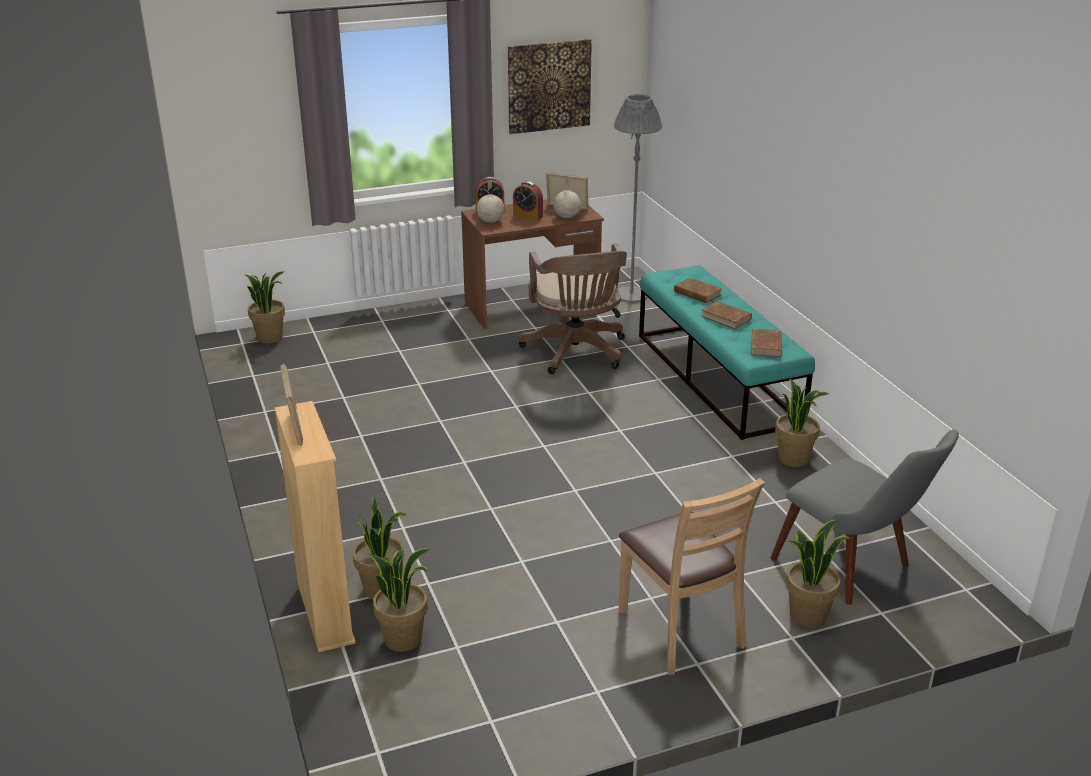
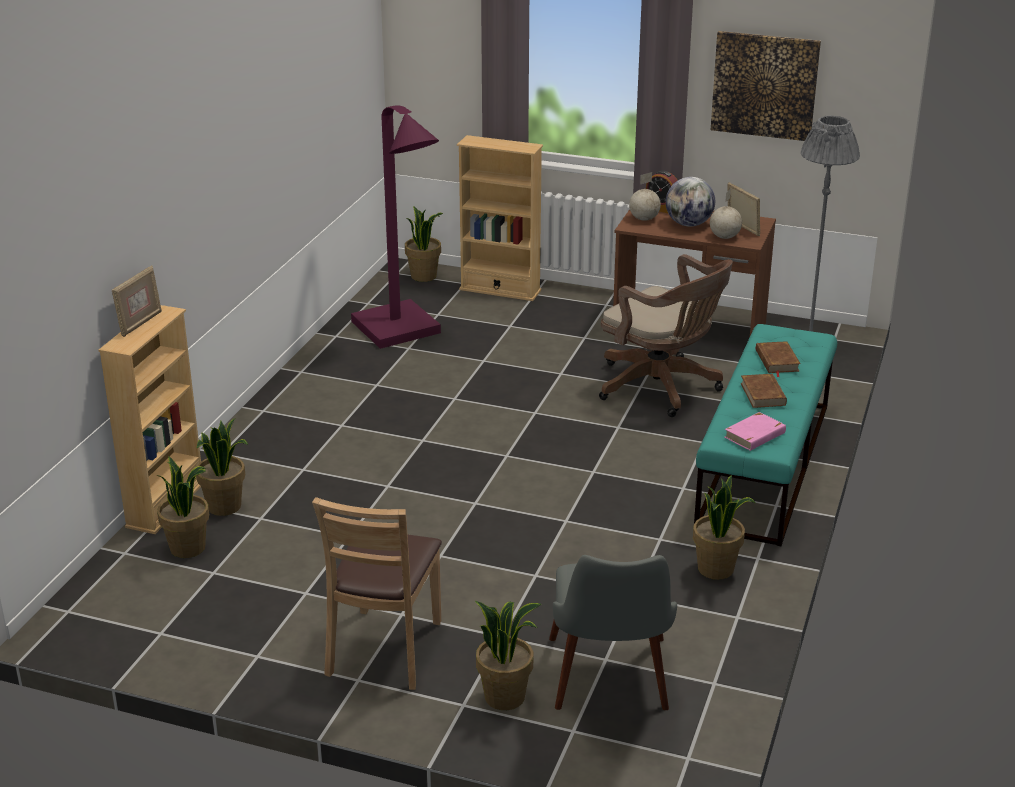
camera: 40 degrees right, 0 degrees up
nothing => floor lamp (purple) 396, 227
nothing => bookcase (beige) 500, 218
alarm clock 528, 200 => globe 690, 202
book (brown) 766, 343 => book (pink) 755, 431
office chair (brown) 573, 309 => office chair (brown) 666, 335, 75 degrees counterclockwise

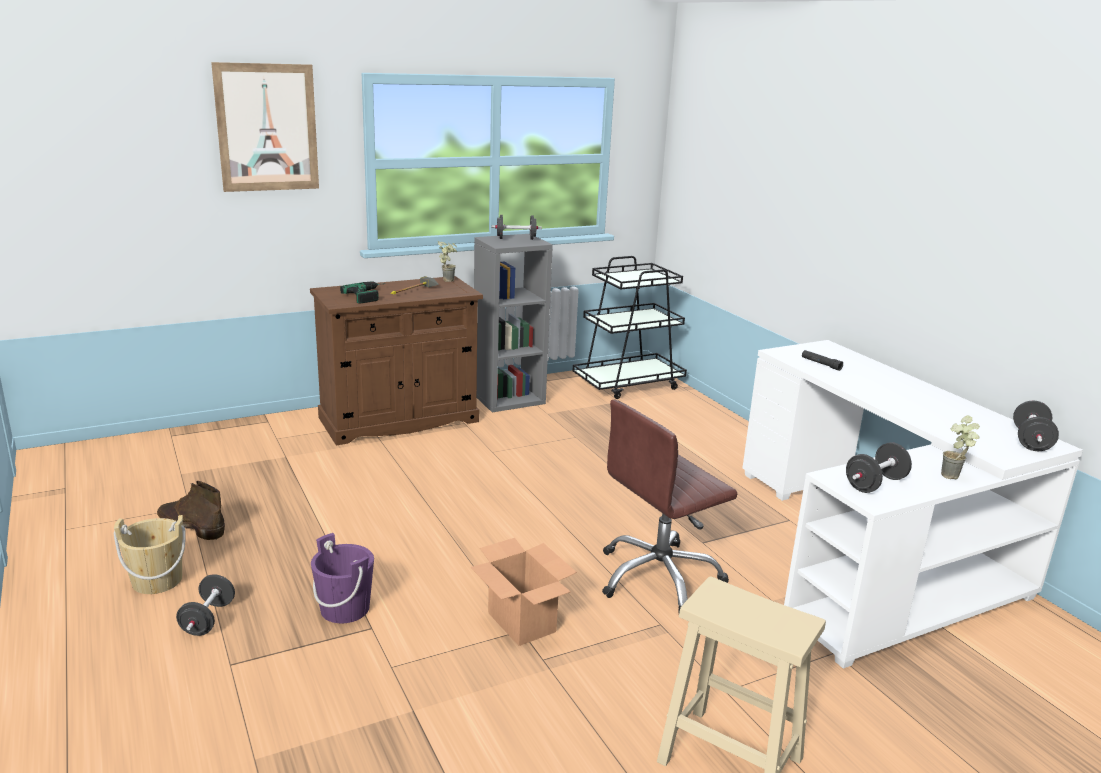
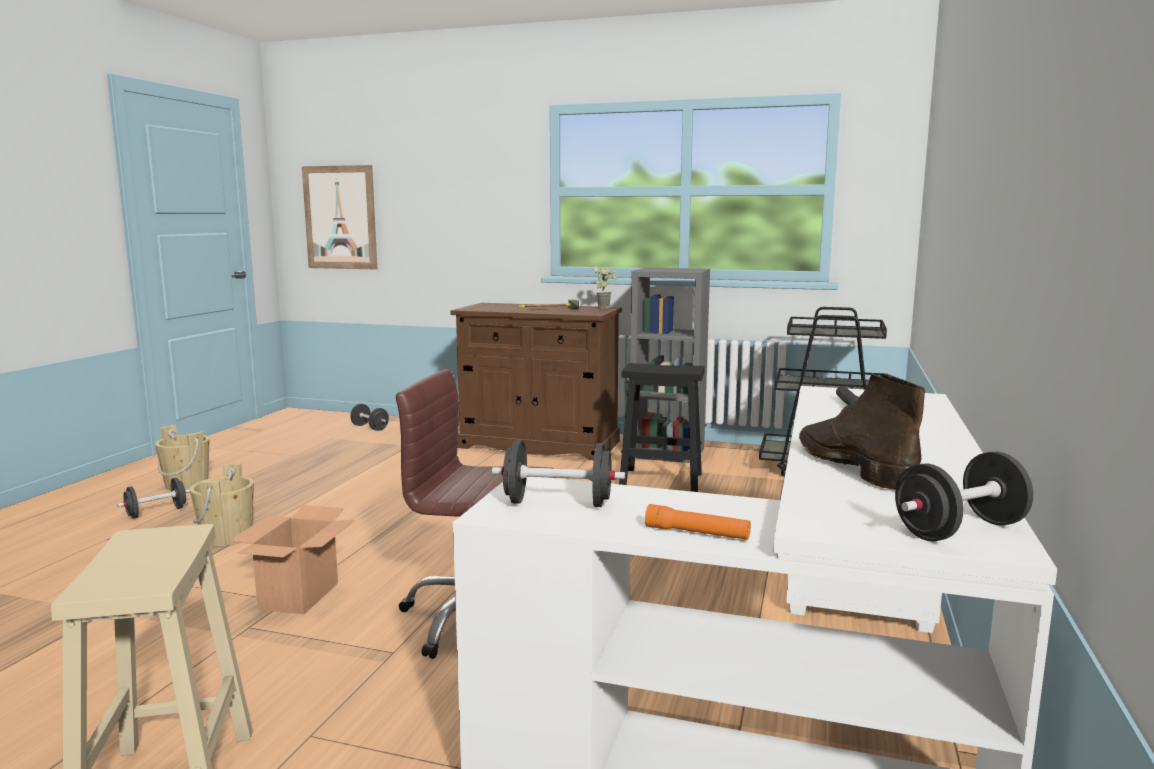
camera: 45 degrees right, 10 degrees down
power drill 363, 292 => nothing
nothing => stool (black) 662, 427
boot (brown) 191, 510 => boot (brown) 862, 431, shifted
picture 265, 127 => picture 339, 217, shifted
dumbbell (black) 516, 227 => dumbbell (black) 369, 417, shifted
potted plant 960, 447 => flashlight (orange) 698, 522
bucket (purple) 342, 578 => bucket (beige) 222, 505

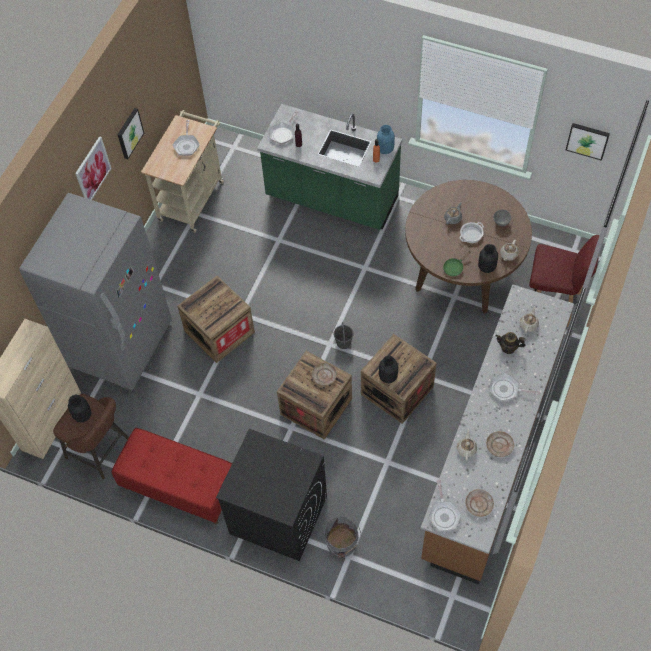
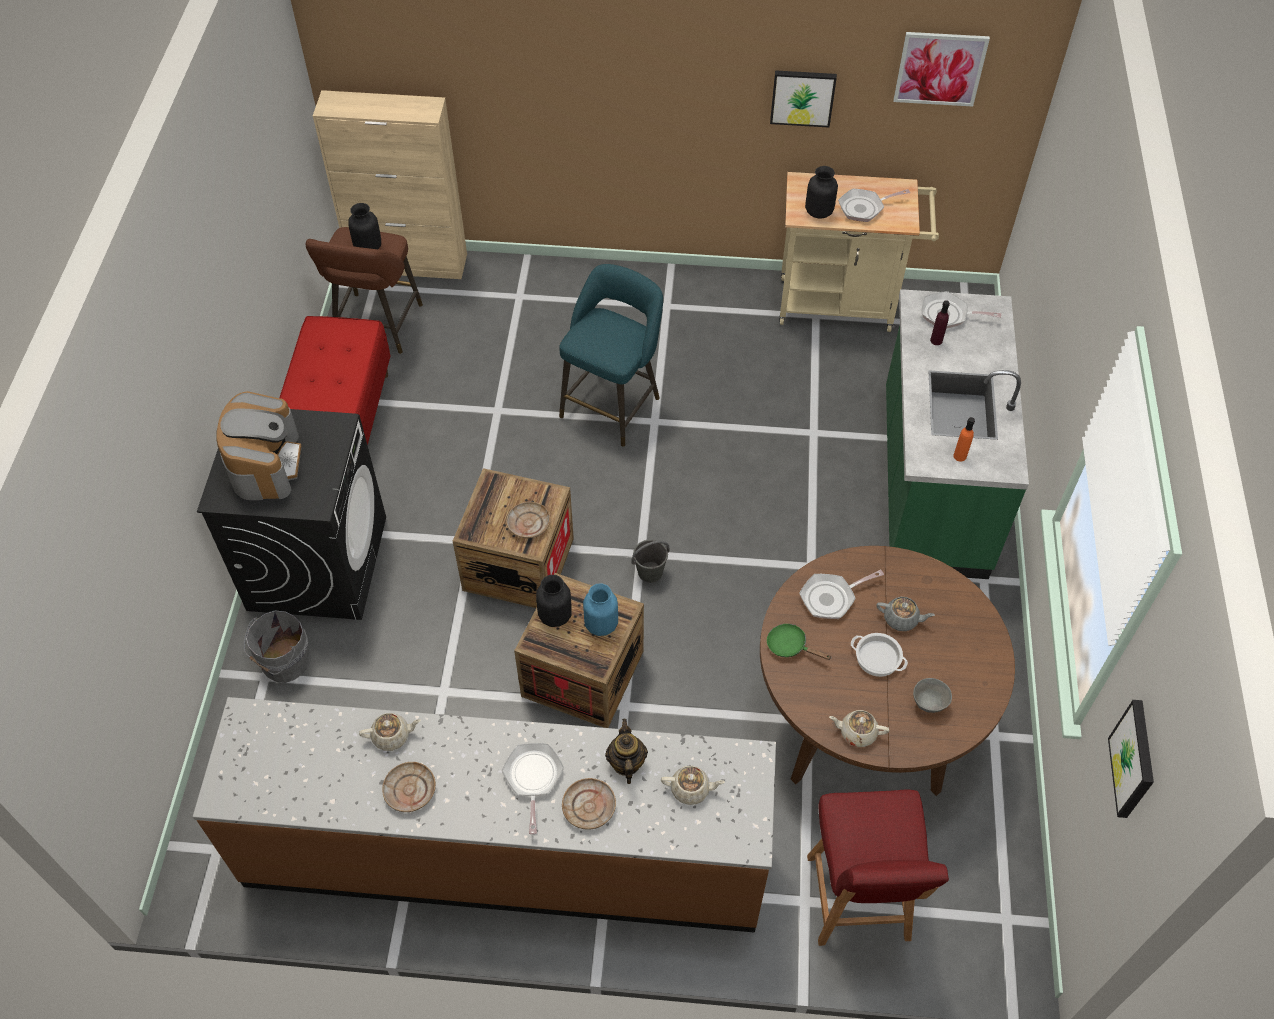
camera: 70 degrees right, 5 degrees down
fridge (grey) 95, 292 => nothing
nothing => coffee machine 258, 445
picture 93, 168 => picture 941, 69, shifted
vase (blue) 386, 139 => vase (blue) 600, 609, shifted
frying pan 444, 505 => frying pan 841, 594, shifted
plate (beige) 479, 503 => plate (beige) 589, 804, shifted
vase (black) 488, 258 => vase (black) 821, 192, shifted
crate 216, 319 => stool (turquoise) 611, 355

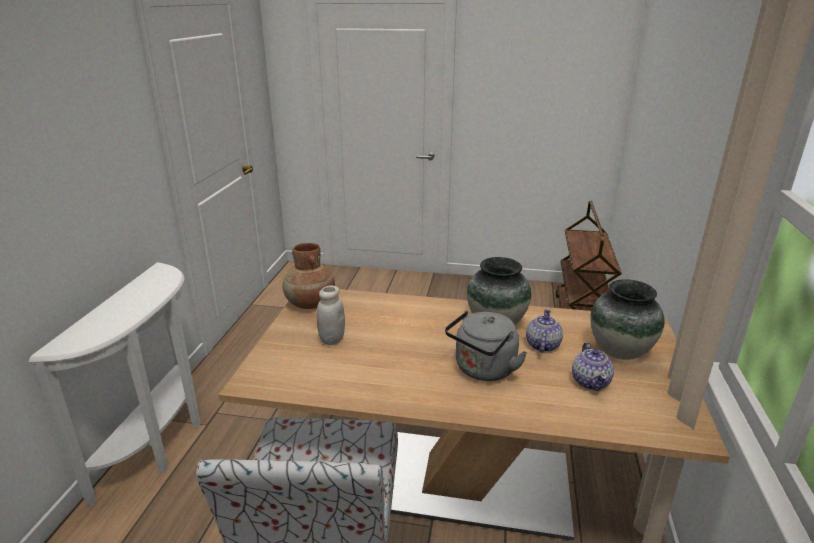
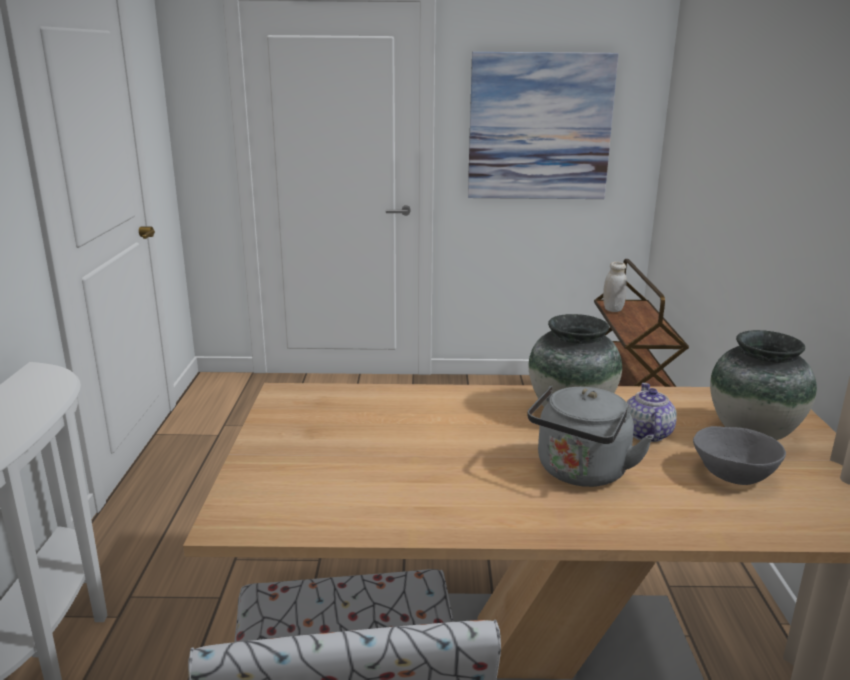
camera: 10 degrees left, 5 degrees down
vase (brown) 308, 276 => nothing
nothing => picture 543, 125
jar (white) 331, 315 => jar (white) 615, 287, shifted
teapot 593, 366 => bowl (grey) 739, 455

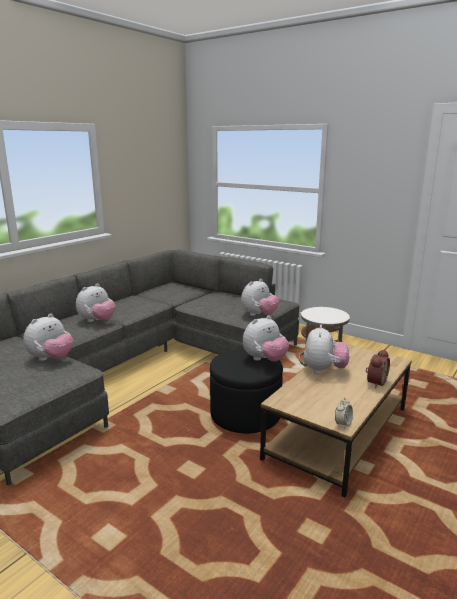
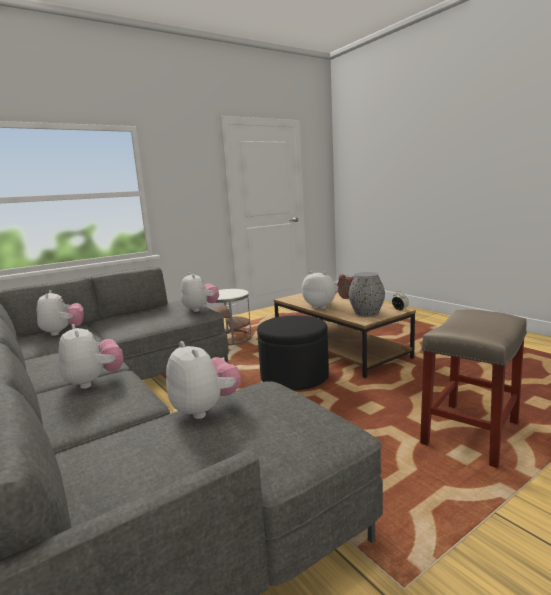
camera: 70 degrees left, 5 degrees down
nothing => vase (grey) 367, 294
nothing => stool (beige) 473, 389
plush toy 266, 338 => plush toy 60, 313, shifted

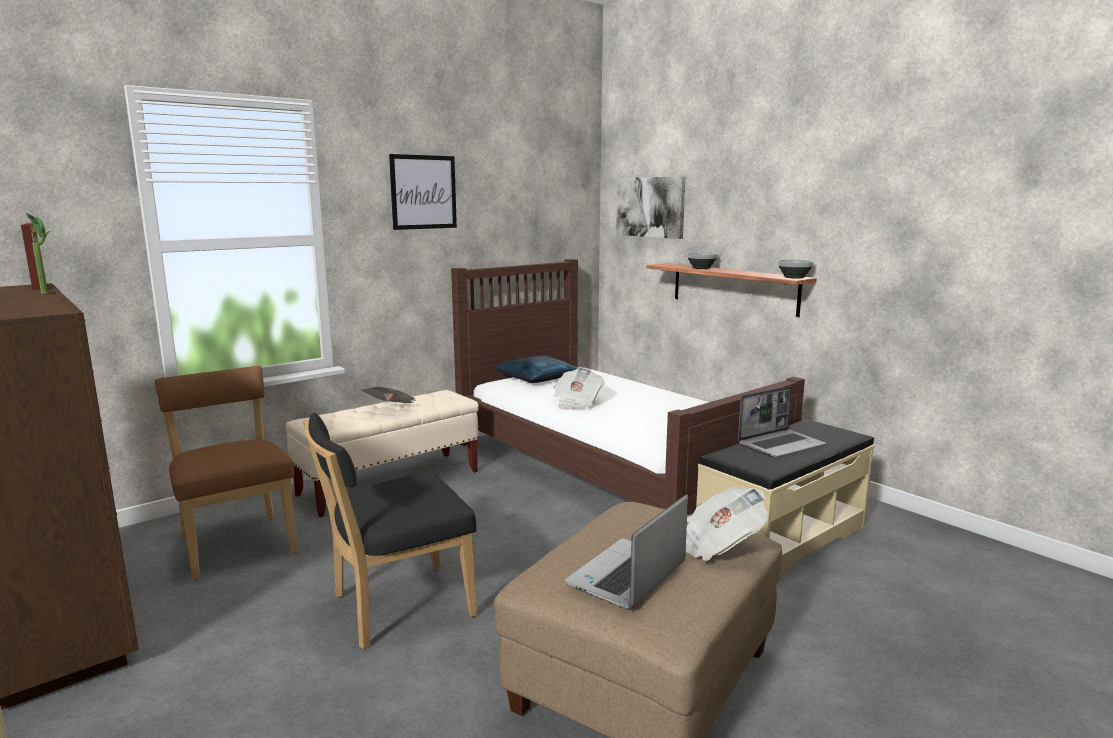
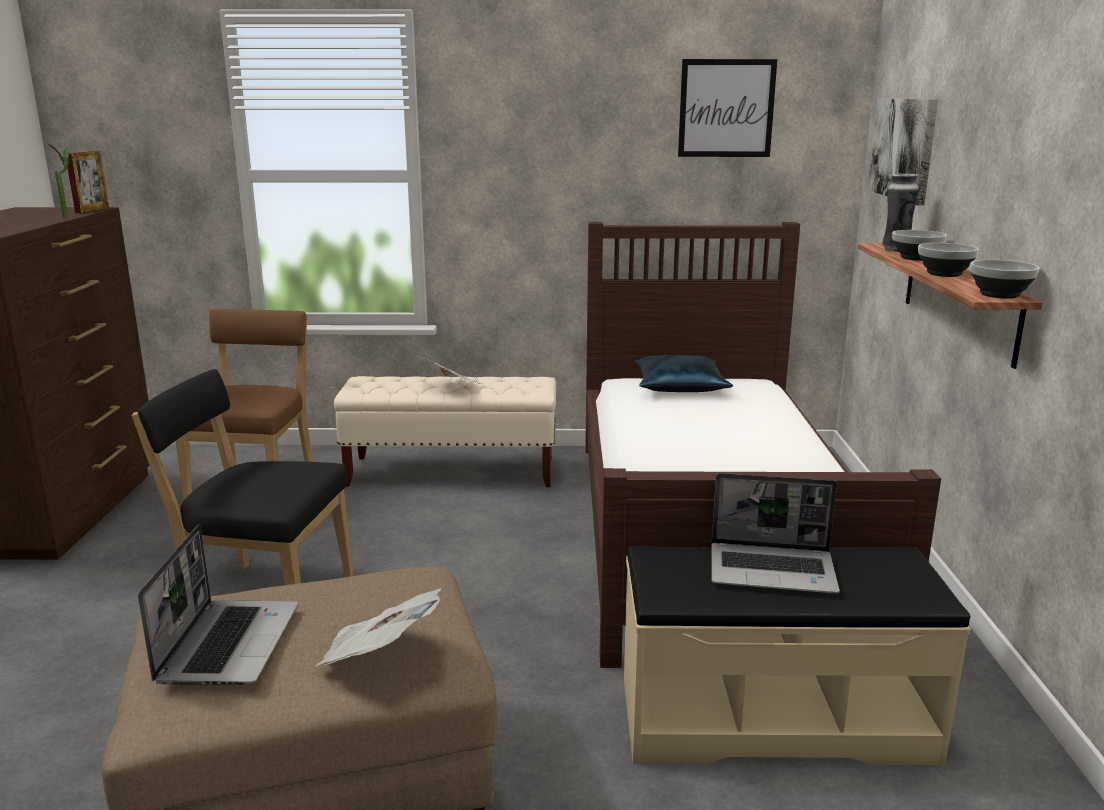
camera: 40 degrees right, 5 degrees up
newspaper 579, 389 => nothing
nothing => vase 900, 212
nothing => bowl 948, 260
picture 423, 192 => picture 727, 108, shifted
laptop 626, 551 => laptop 218, 604, 105 degrees clockwise

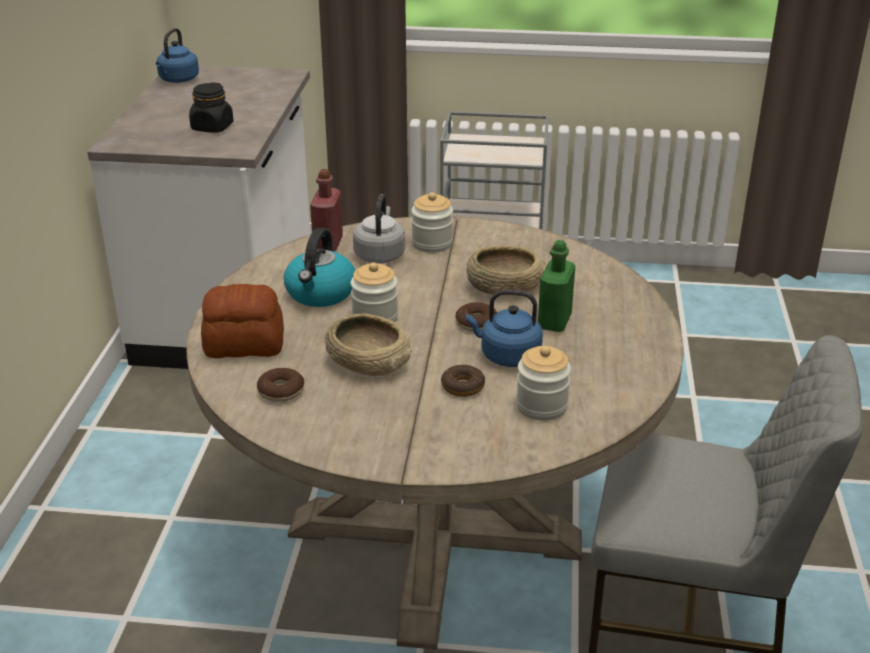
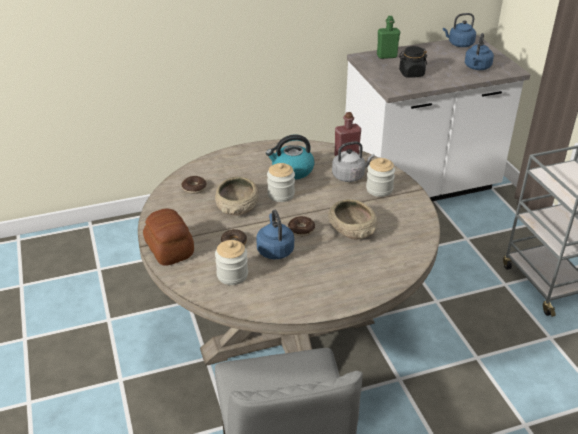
camera: 65 degrees right, 5 degrees up
nothing => kettle (blue) 479, 51
bread 242, 321 => bread 168, 237, shifted
bottle (green) 556, 286 => bottle (green) 388, 37, shifted

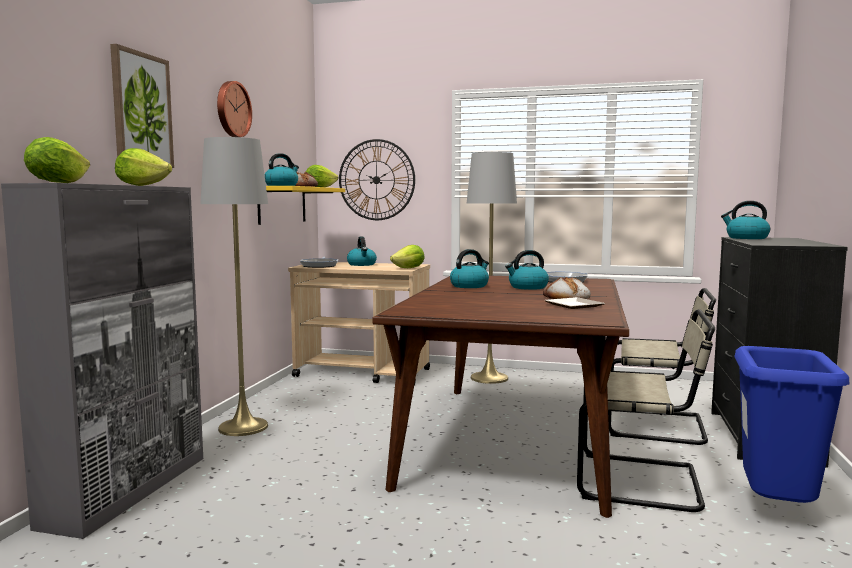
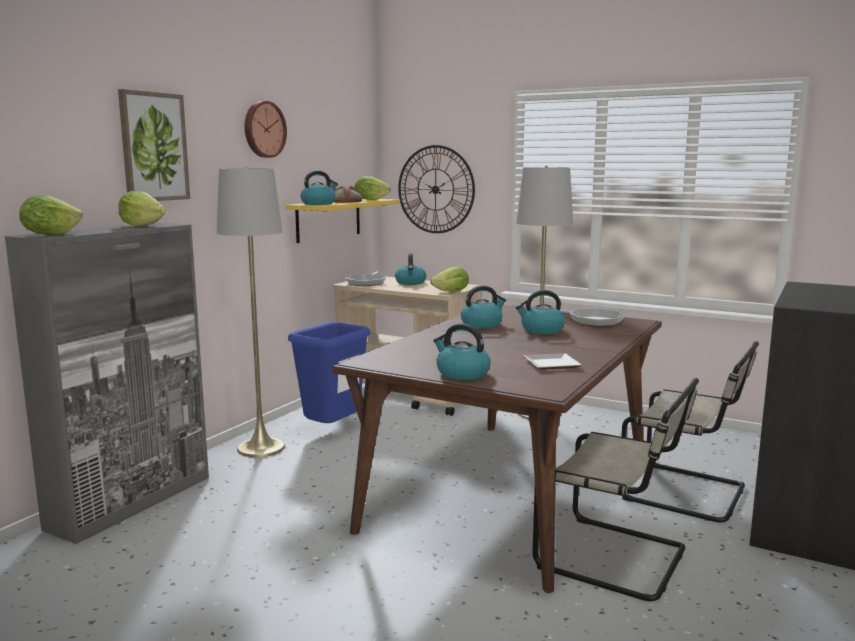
camera: 15 degrees right, 5 degrees up
bread 567, 288 => nothing
kettle 745, 220 => kettle 462, 351, shifted
trash can (blue) 791, 424 => trash can (blue) 329, 372, shifted

